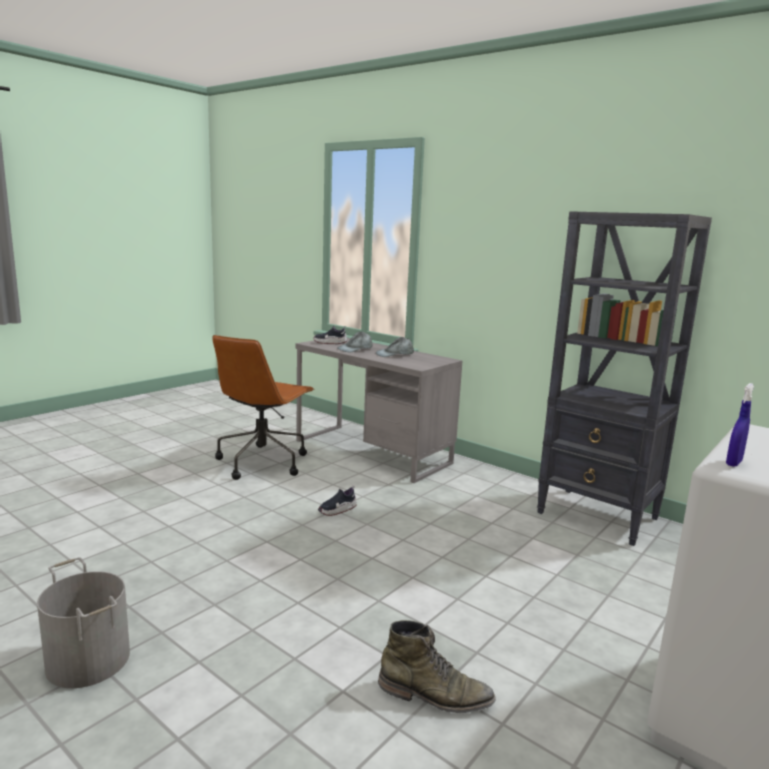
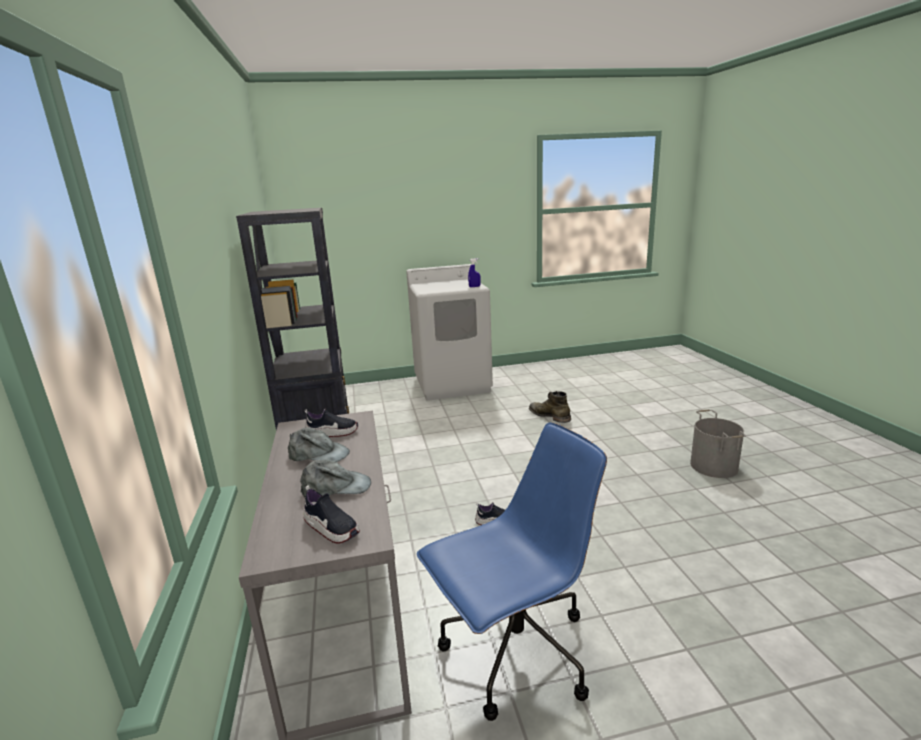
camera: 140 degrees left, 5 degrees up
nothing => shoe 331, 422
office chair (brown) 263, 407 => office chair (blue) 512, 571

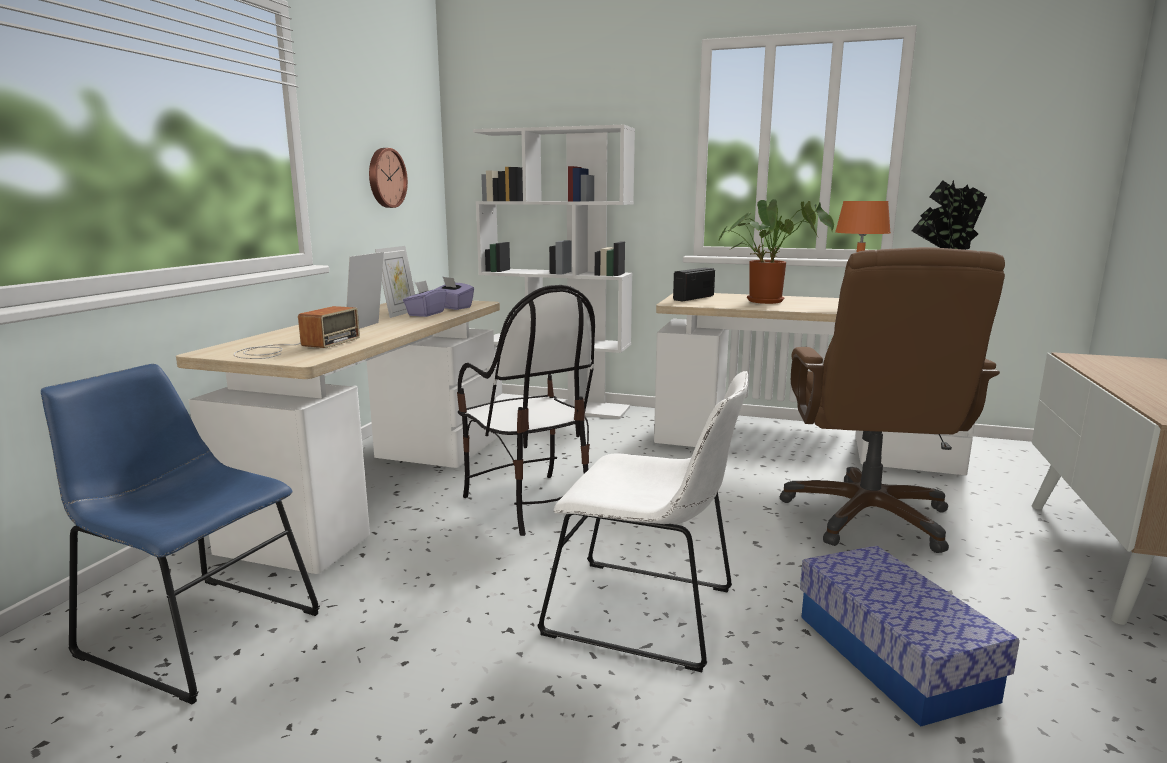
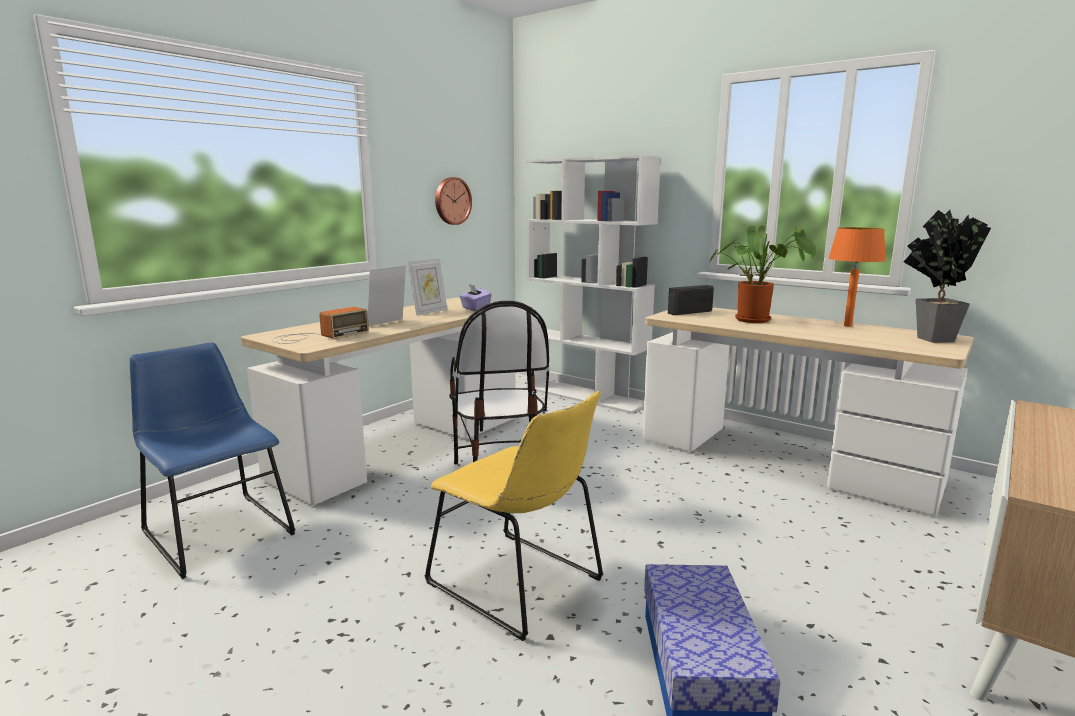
camera: 20 degrees right, 0 degrees up
tissue box (purple) 425, 298 => nothing
office chair (brown) 892, 400 => nothing
chair (white) 642, 521 => chair (yellow) 513, 516

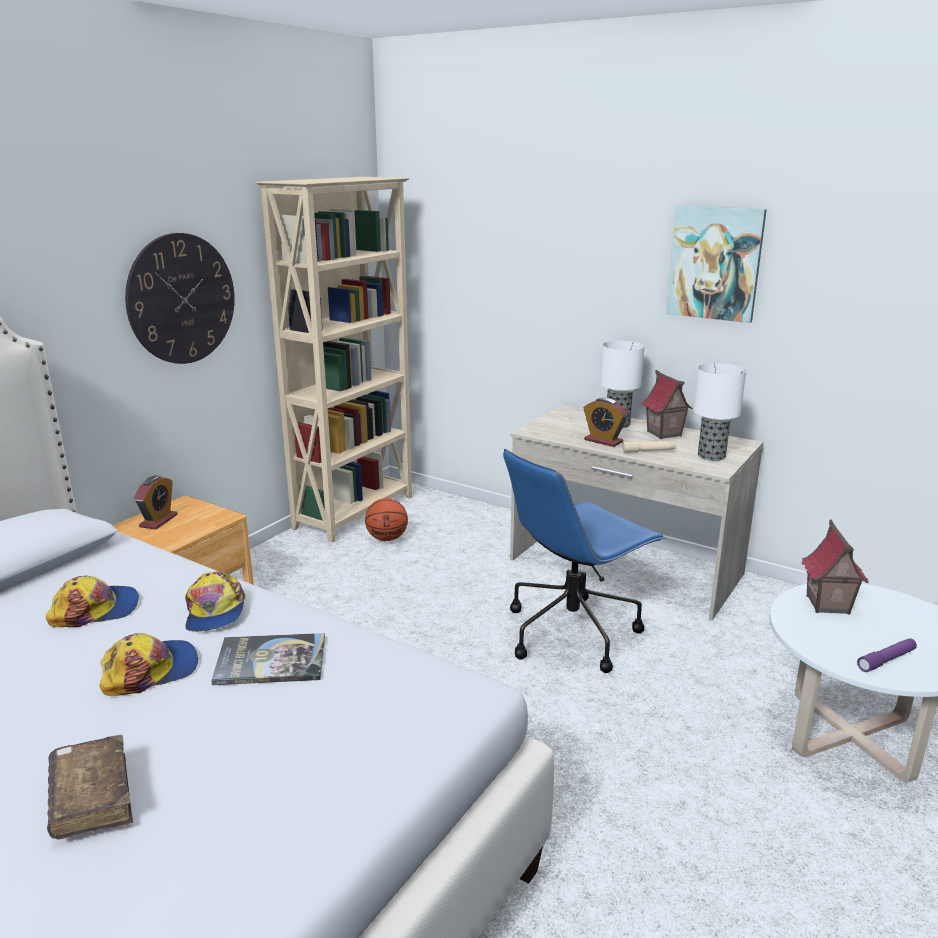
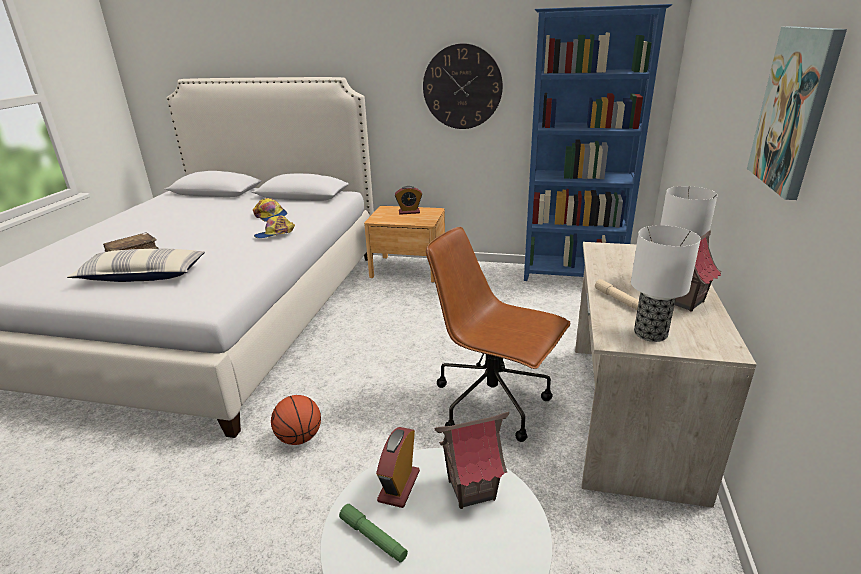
camera: 70 degrees right, 5 degrees up
cap 149, 664 => nothing
book 268, 659 => nothing
nothing => pillow 136, 265
basketball 386, 519 => basketball 296, 420, shifted
alarm clock 606, 422 => alarm clock 398, 467, shifted
bookcase (beige) 334, 359 => bookcase (blue) 598, 142
office chair (blue) 584, 561 => office chair (brown) 498, 334
flashlight (purple) 887, 655 => flashlight (green) 373, 533

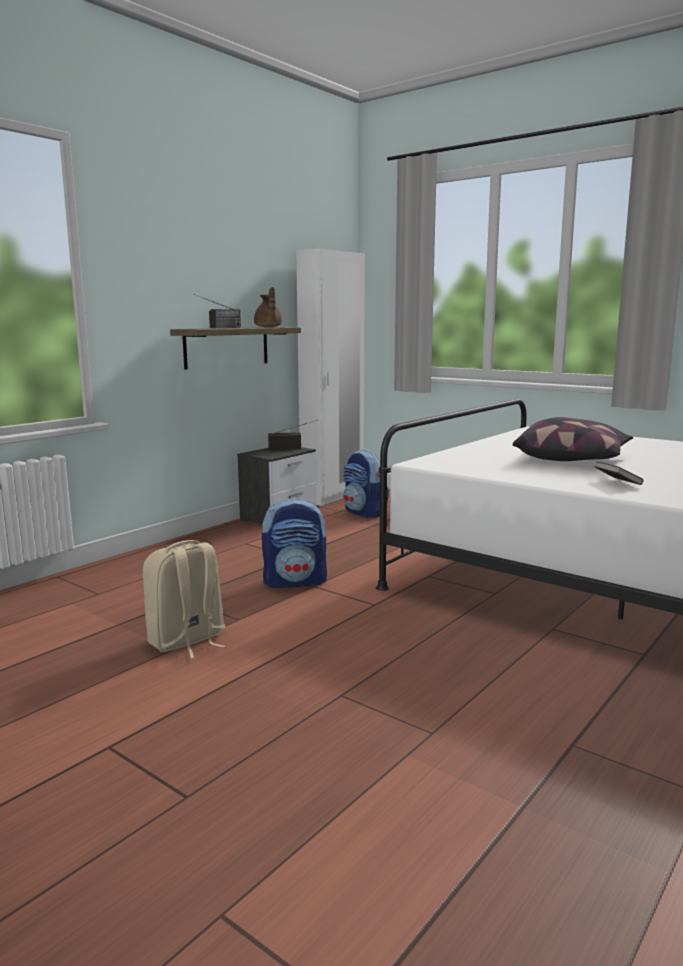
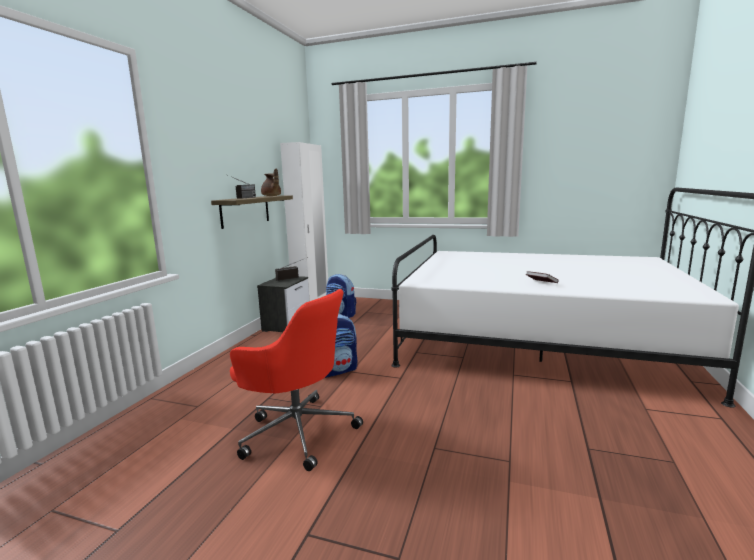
camera: 20 degrees left, 0 degrees up
pillow 573, 439 => nothing
backpack (beige) 184, 599 => office chair (red) 296, 380

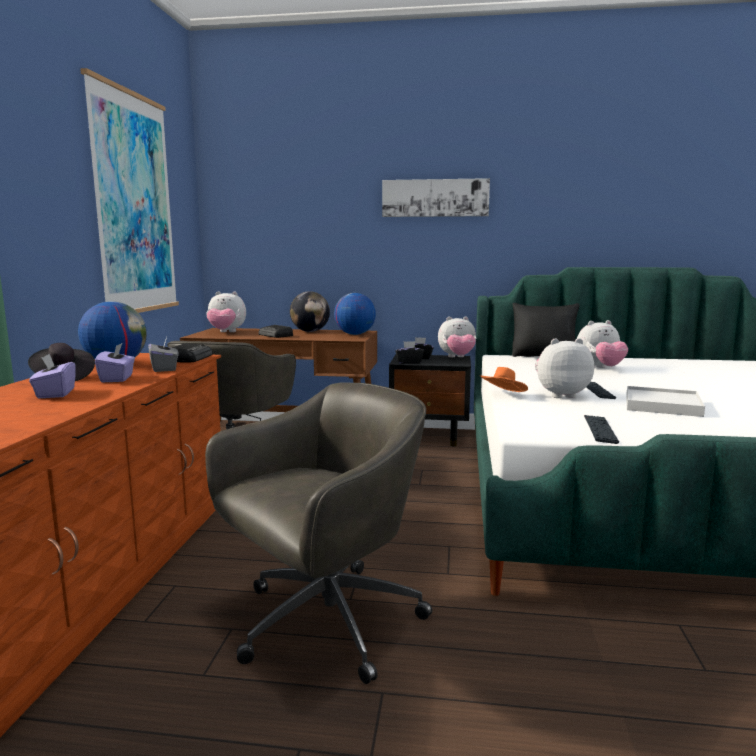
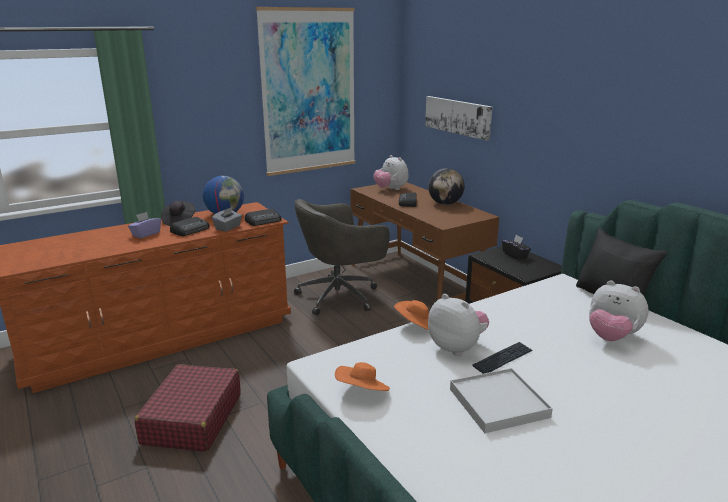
camera: 50 degrees right, 10 degrees up
globe 355, 314 => nothing
tissue box (black) 409, 352 => nothing
plush toy 457, 336 => nothing
picture 436, 197 => picture 458, 118, shifted
tissue box (purple) 115, 362 => radio 190, 226
office chair (grey) 318, 533 => suitcase (red) 188, 408
keyboard 601, 429 => hat (orange) 362, 376

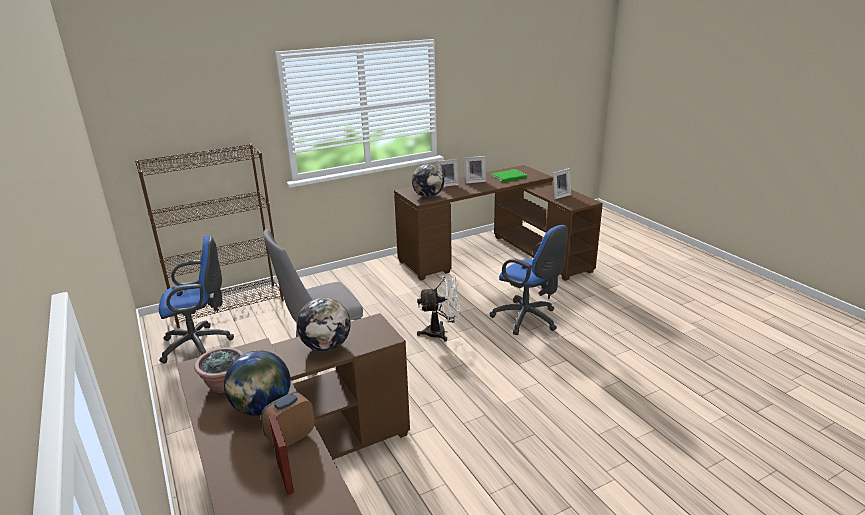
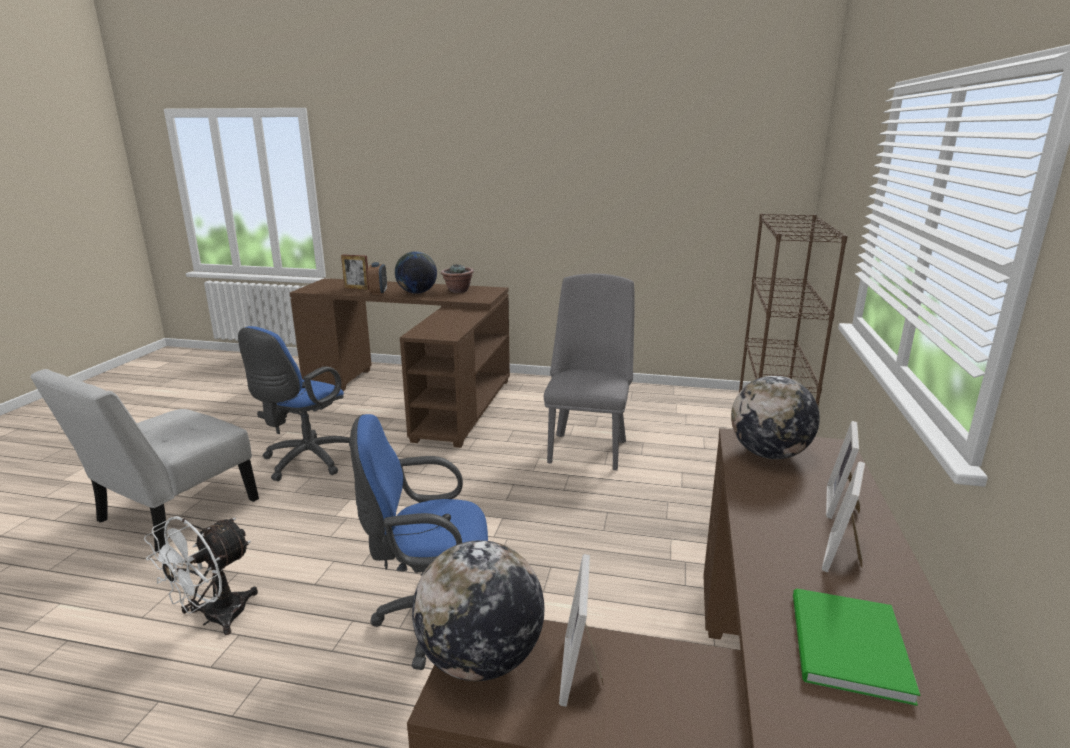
camera: 130 degrees right, 5 degrees down
nothing => chair (white) 144, 461
office chair (blue) 196, 299 => office chair (blue) 294, 403, shifted
globe 324, 324 => globe 478, 610, shifted
fan (white) 438, 308 => fan (white) 201, 575, shifted

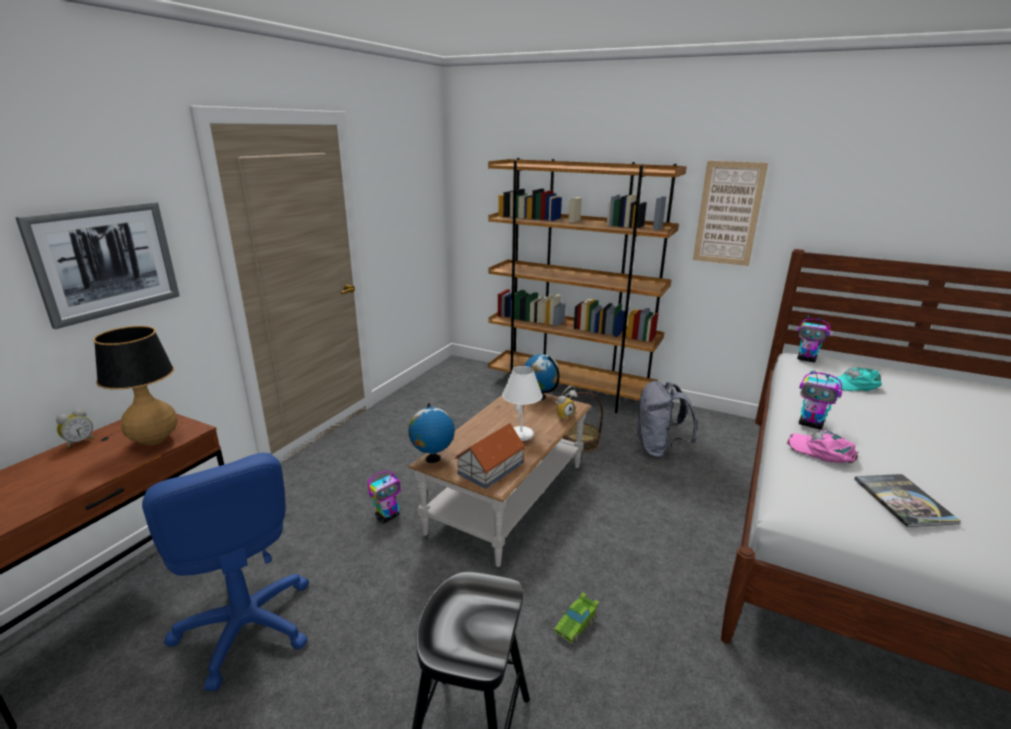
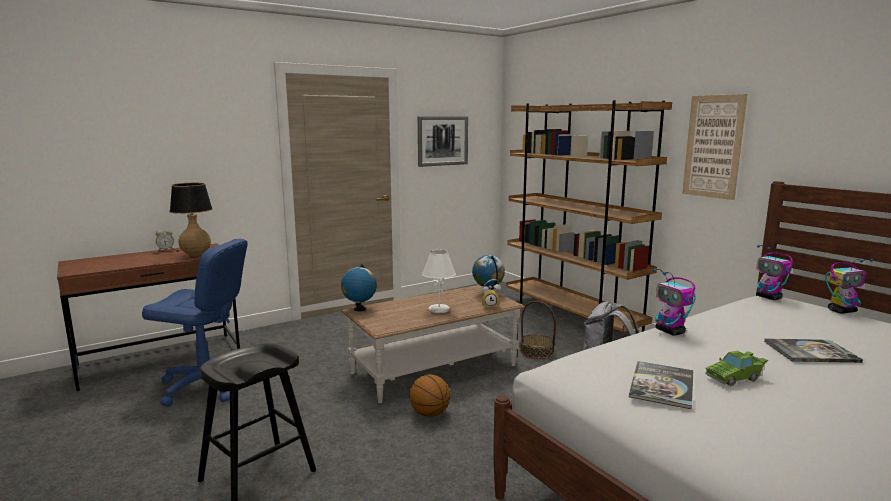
camera: 30 degrees right, 10 degrees down
toy house 490, 456 => nothing
cap (pink) 823, 446 => nothing
cap (turquoise) 854, 379 => nothing
nothing => basketball 429, 396
nothing => book 813, 350
picture 97, 265 => picture 443, 141, shifted
toy robot 384, 497 => toy robot 849, 286, shifted
toy car (green) 576, 618 => toy car (green) 737, 368, shifted
office chair (blue) 225, 572 => office chair (blue) 195, 322, 75 degrees counterclockwise

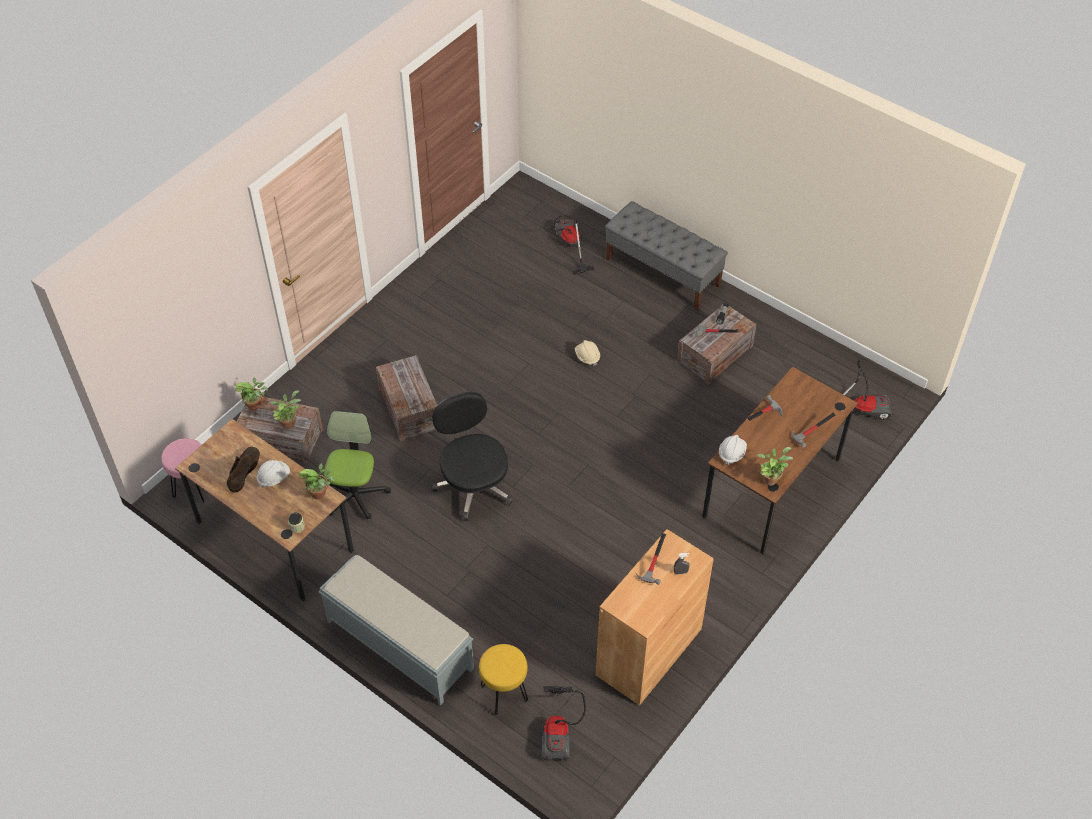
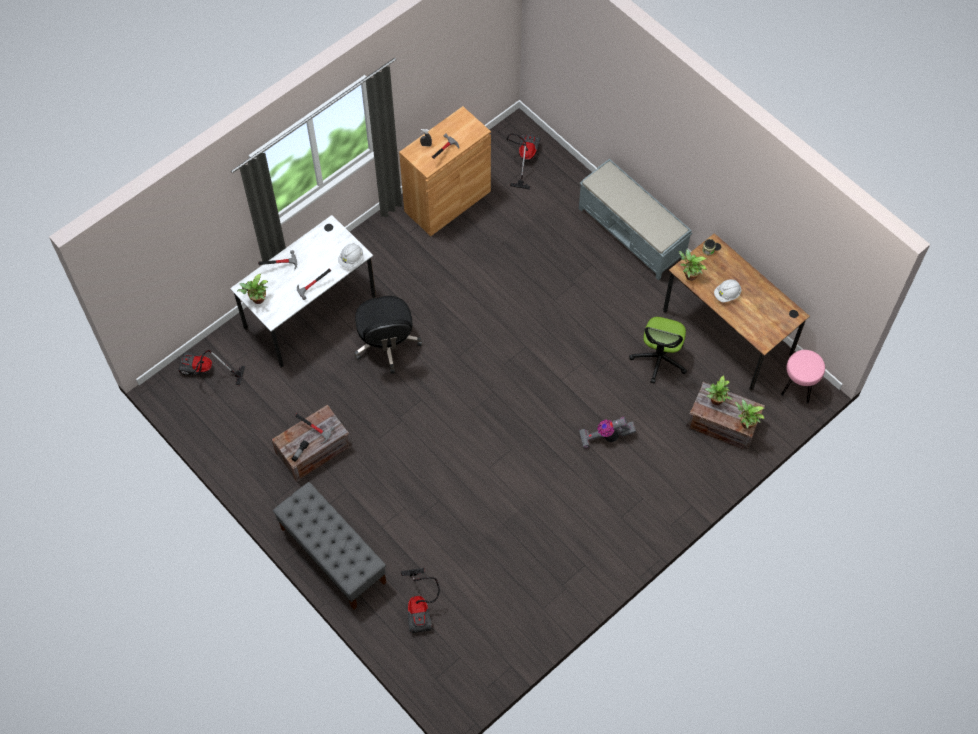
camera: 170 degrees left, 10 degrees up
boot (brown) 243, 470 => nothing
stool (yellow) 503, 679 => nothing
hard hat (beige) 587, 353 => nothing
office chair (black) 472, 456 => office chair (black) 388, 335, shifted
potted plant 775, 466 => potted plant 252, 289, shifted
crate 407, 398 => vacuum cleaner 607, 432
desk (brown) 780, 460 => desk (white) 303, 291

